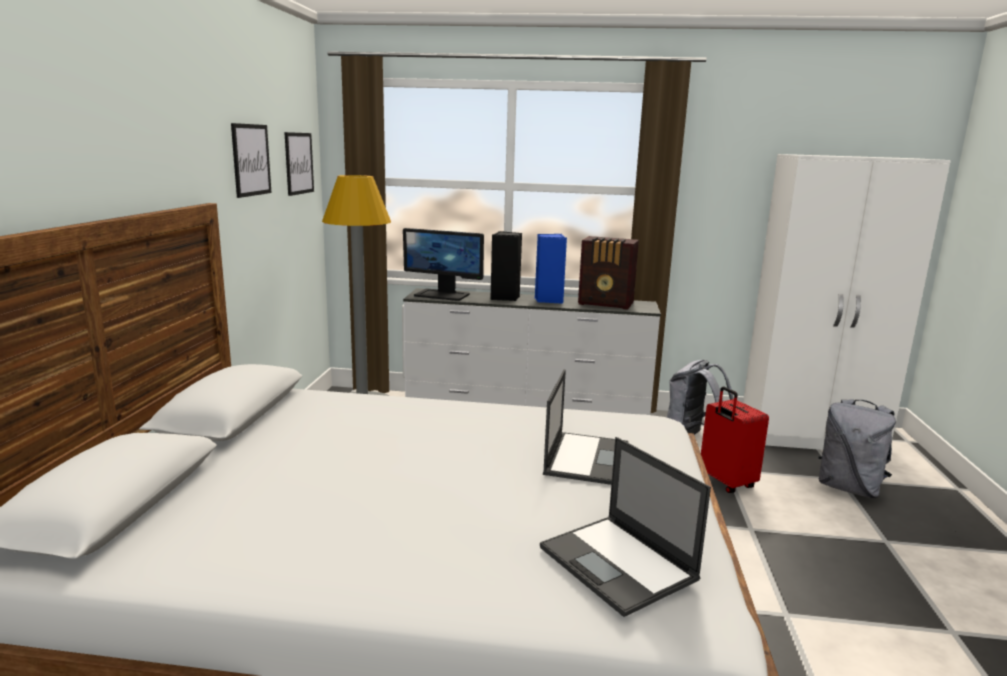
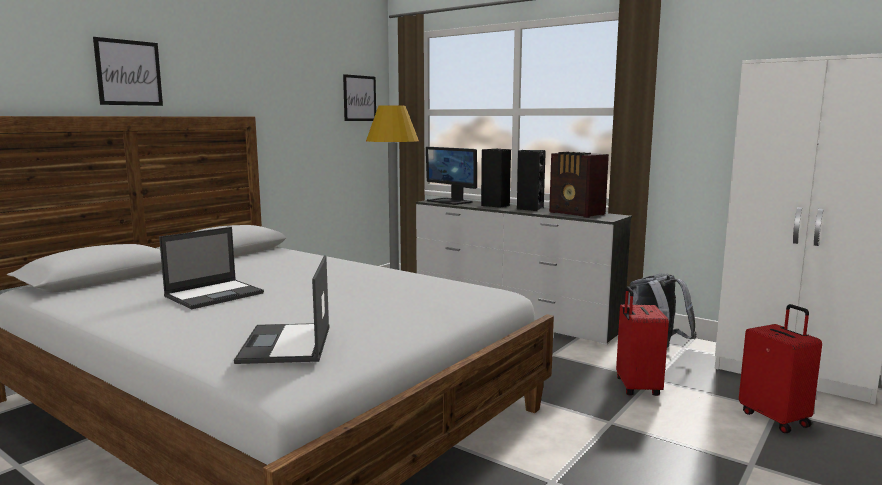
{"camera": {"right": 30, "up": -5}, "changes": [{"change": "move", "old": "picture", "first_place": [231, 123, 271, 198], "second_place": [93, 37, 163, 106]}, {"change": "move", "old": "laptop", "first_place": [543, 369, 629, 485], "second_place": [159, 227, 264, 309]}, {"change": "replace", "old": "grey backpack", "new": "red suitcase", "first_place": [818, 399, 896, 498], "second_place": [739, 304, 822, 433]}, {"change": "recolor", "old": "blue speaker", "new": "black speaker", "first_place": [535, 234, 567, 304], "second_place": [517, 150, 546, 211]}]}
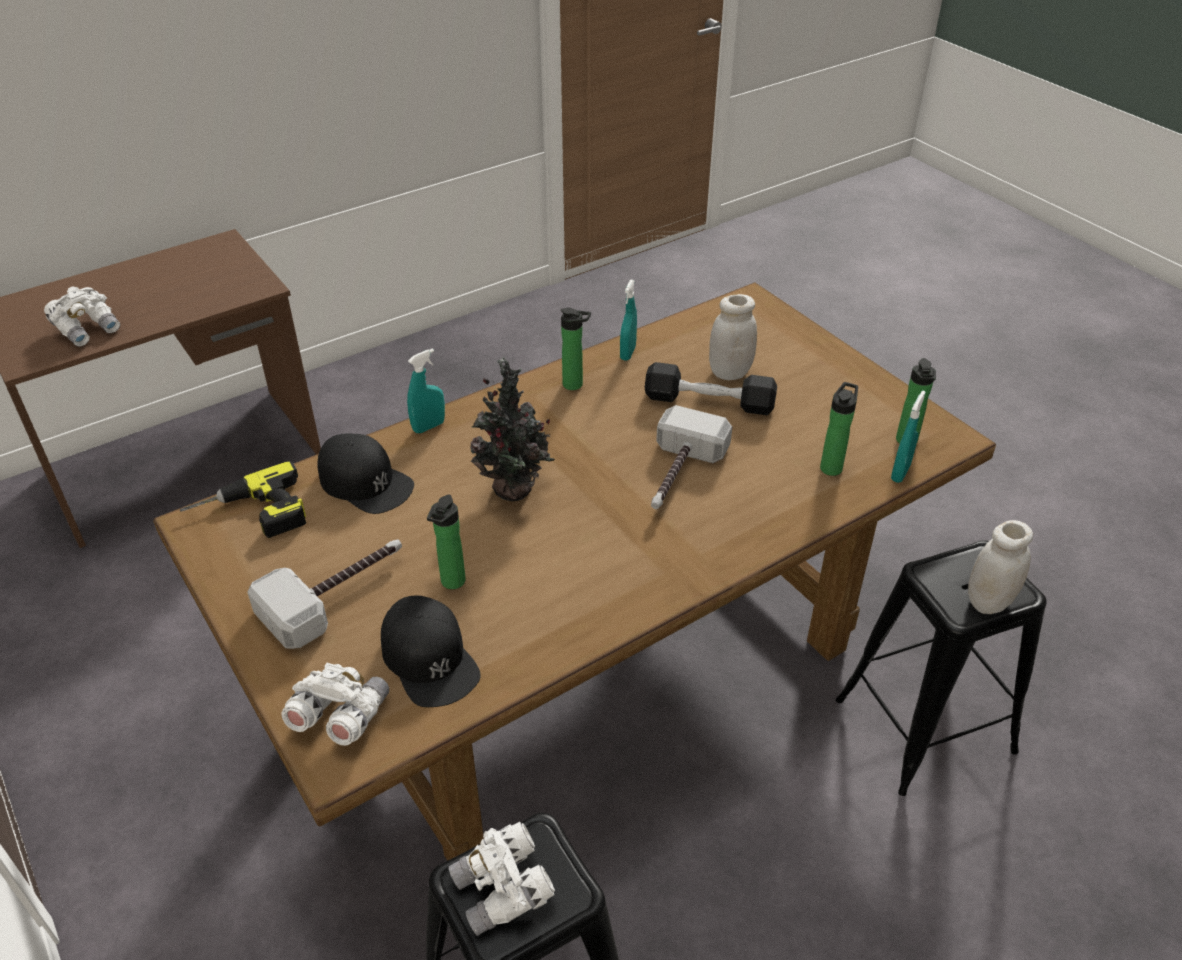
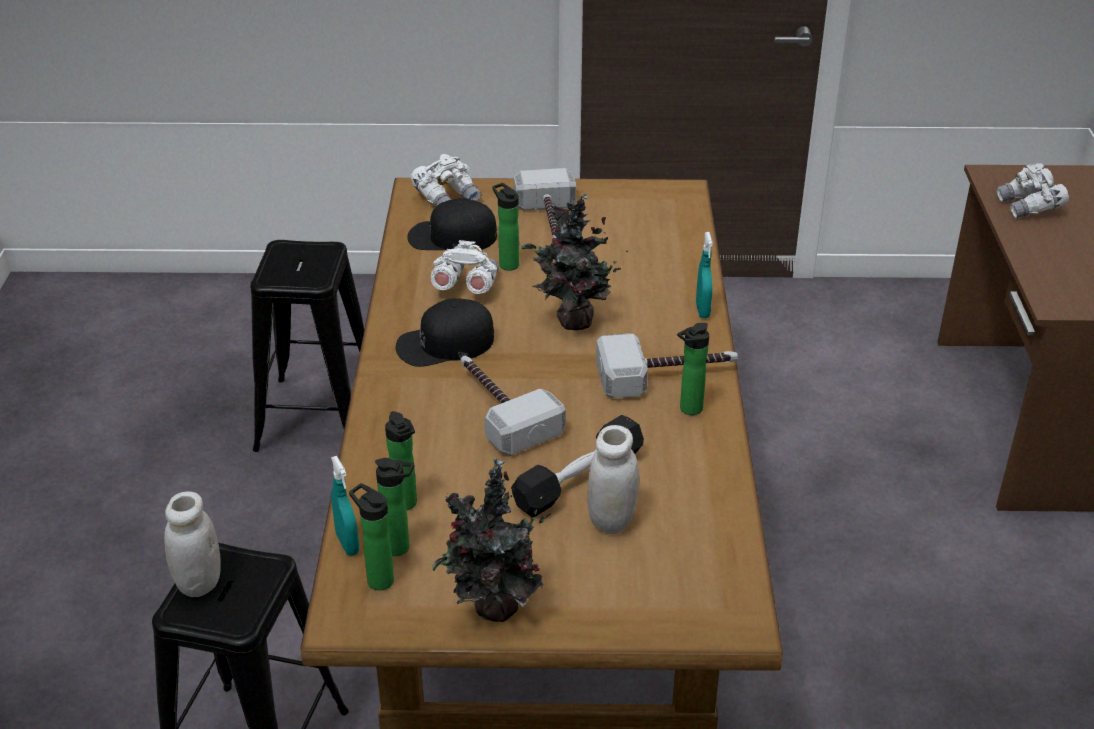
{"camera": {"right": 125, "up": -5}, "changes": [{"change": "delete", "old": "power drill", "first_place": [179, 462, 306, 538]}, {"change": "delete", "old": "turquoise spray bottle", "first_place": [620, 279, 637, 360]}, {"change": "insert", "new": "bottle", "second_place": [375, 458, 414, 556]}, {"change": "insert", "new": "potted plant", "second_place": [432, 458, 551, 622]}, {"change": "insert", "new": "hammer", "second_place": [596, 333, 738, 398]}, {"change": "move", "old": "black cap", "first_place": [317, 433, 414, 514], "second_place": [396, 298, 494, 367]}, {"change": "move", "old": "white binoculars", "first_place": [448, 822, 555, 936], "second_place": [431, 240, 498, 294]}]}
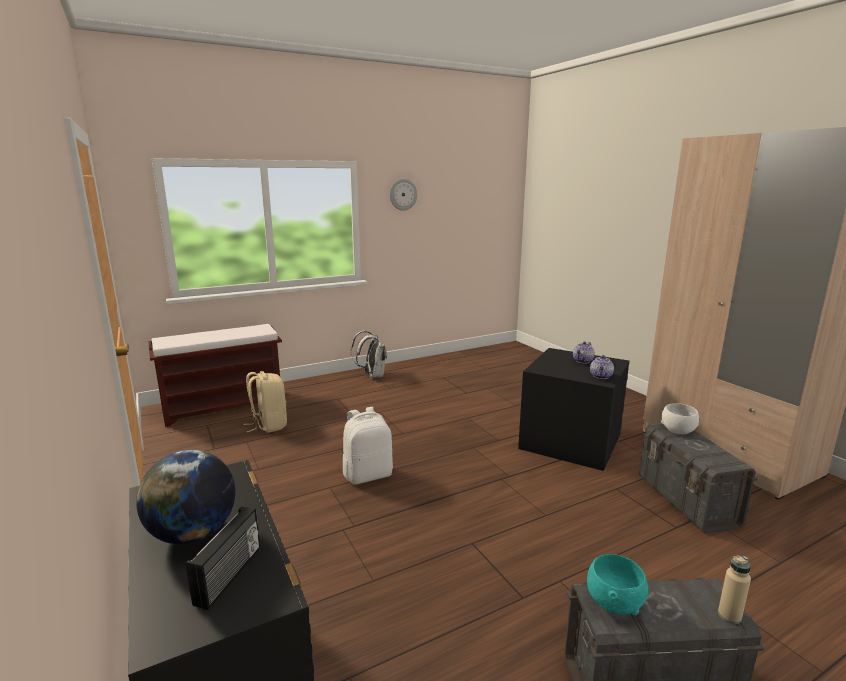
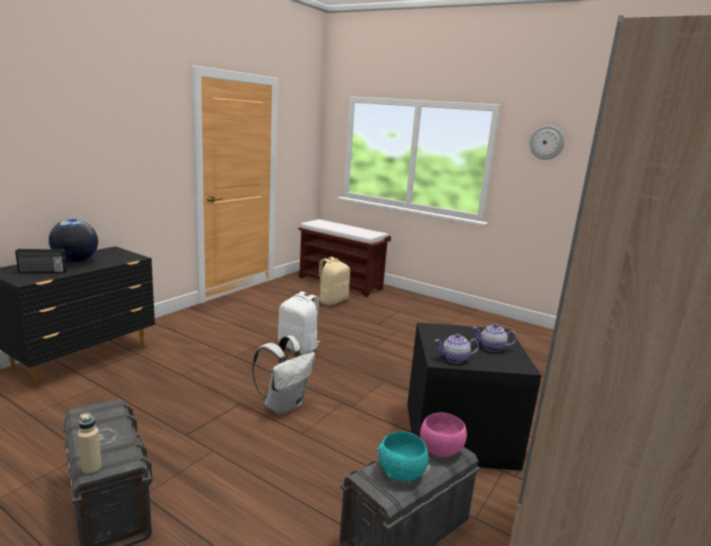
{"camera": {"right": 60, "up": 0}, "changes": [{"change": "move", "old": "white backpack", "first_place": [351, 331, 387, 378], "second_place": [252, 336, 315, 415]}, {"change": "move", "old": "turquoise bowl", "first_place": [587, 554, 648, 615], "second_place": [378, 431, 428, 482]}, {"change": "recolor", "old": "white bowl", "new": "pink bowl", "first_place": [661, 403, 699, 434], "second_place": [420, 412, 467, 457]}]}
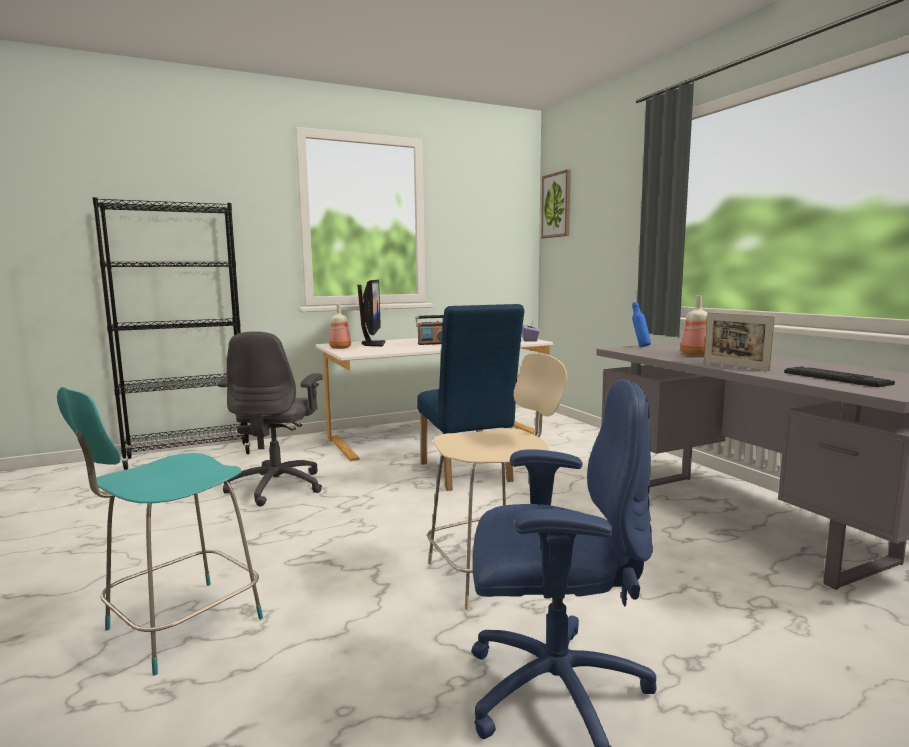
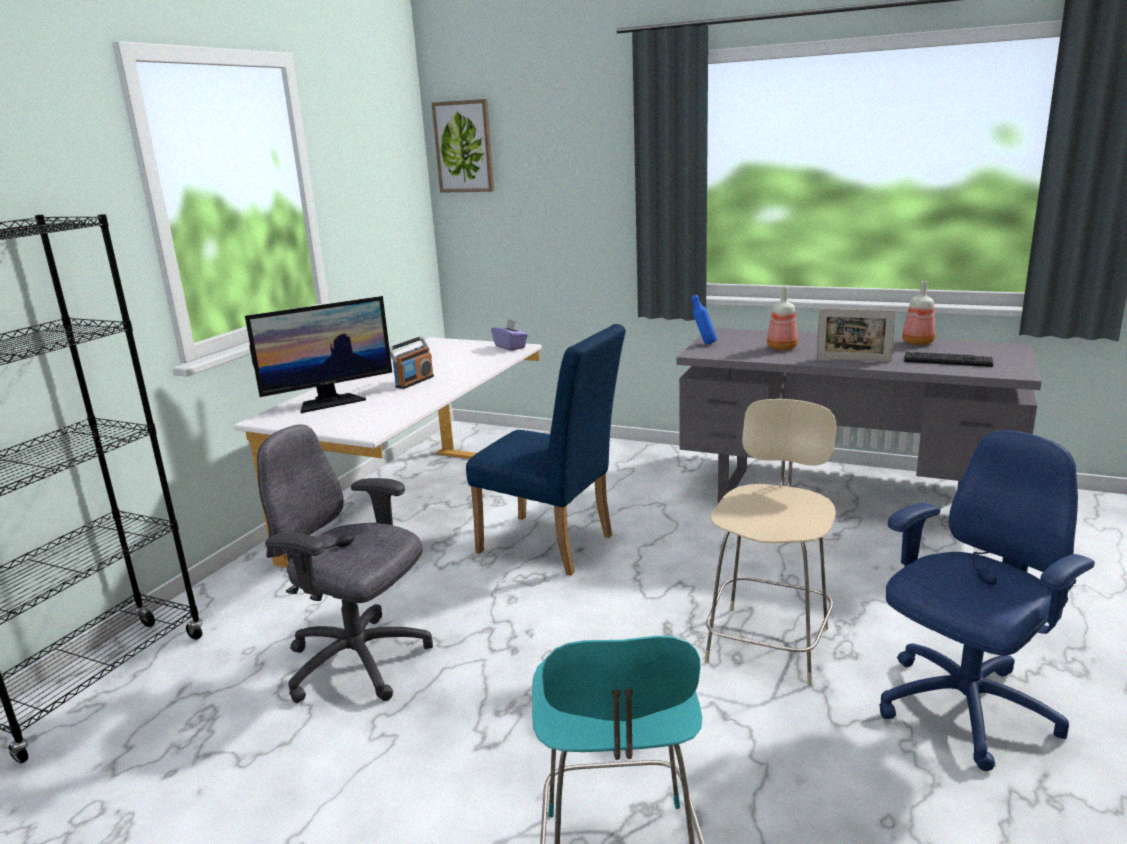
{"camera": {"right": -40, "up": 10}, "changes": [{"change": "move", "old": "bottle", "first_place": [329, 304, 351, 349], "second_place": [902, 281, 935, 345]}, {"change": "rotate", "old": "grey office chair", "first_place": [218, 331, 322, 507], "second_place": [257, 424, 433, 703], "degrees": 150}, {"change": "rotate", "old": "monitor", "first_place": [357, 280, 386, 346], "second_place": [245, 296, 392, 413], "degrees": 105}]}
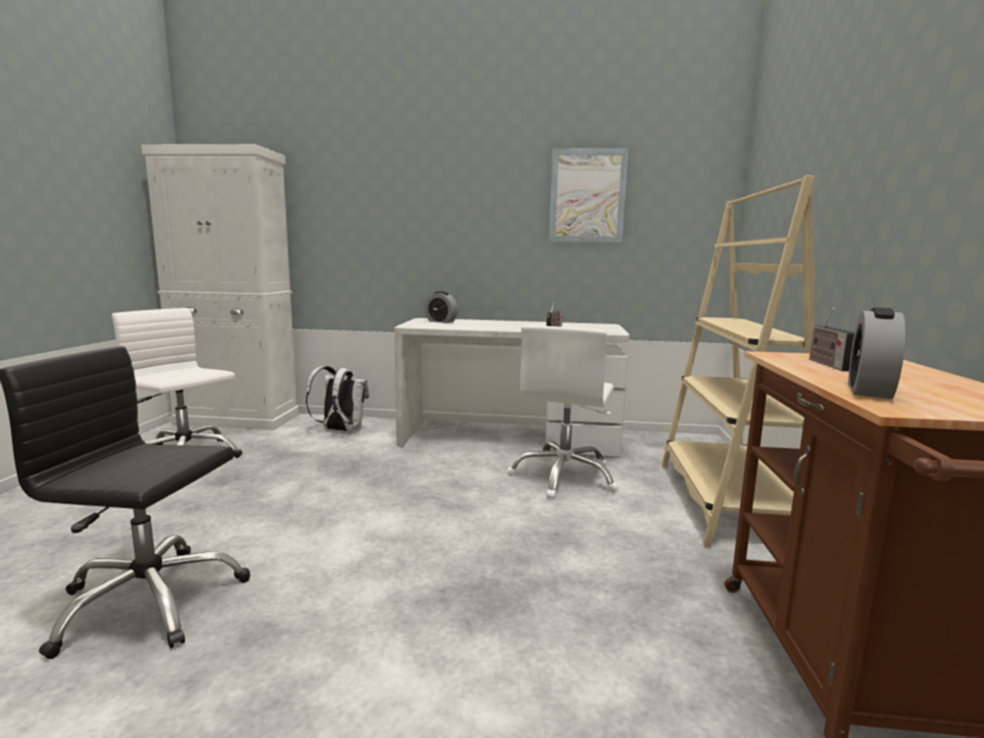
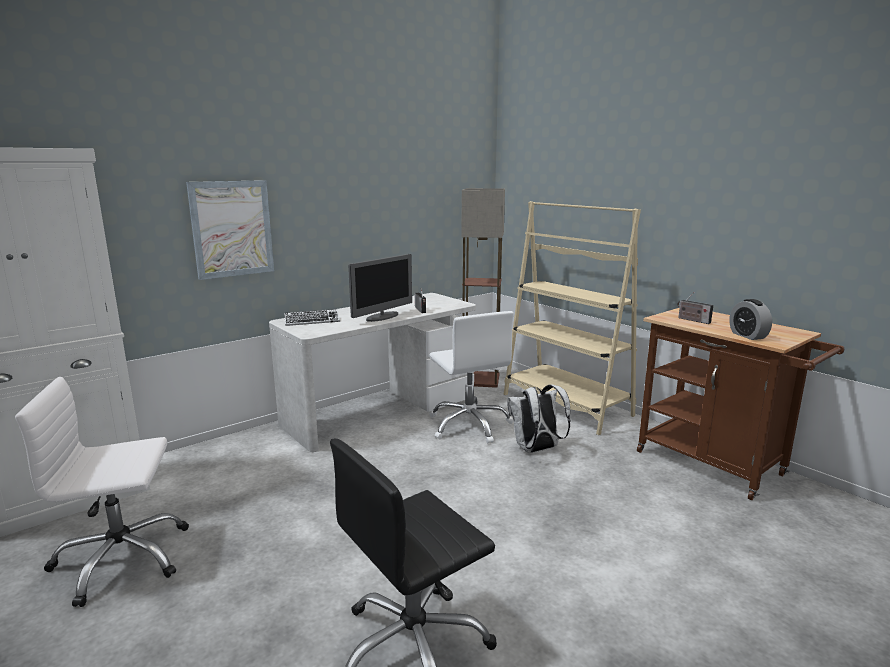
{"camera": {"right": -45, "up": 5}, "changes": [{"change": "insert", "new": "monitor", "second_place": [348, 254, 412, 322]}, {"change": "insert", "new": "floor lamp", "second_place": [461, 188, 505, 388]}, {"change": "move", "old": "white backpack", "first_place": [306, 366, 369, 431], "second_place": [507, 384, 571, 453]}, {"change": "move", "old": "picture", "first_place": [549, 149, 628, 242], "second_place": [186, 180, 274, 280]}, {"change": "replace", "old": "alarm clock", "new": "keyboard", "first_place": [425, 291, 458, 323], "second_place": [284, 309, 340, 326]}]}
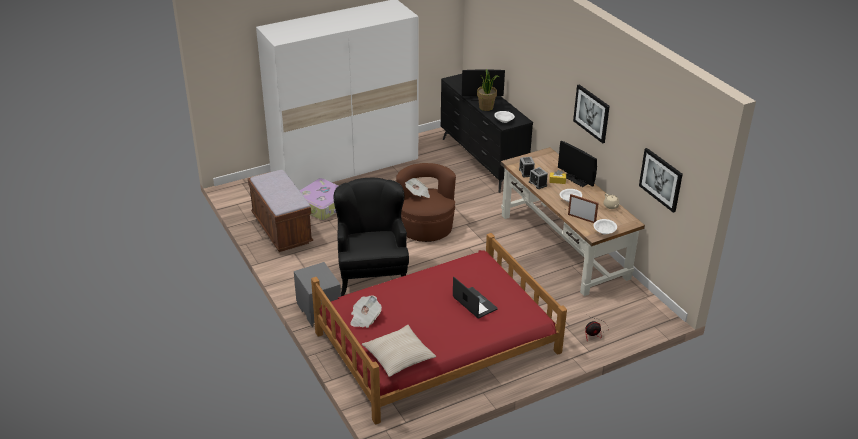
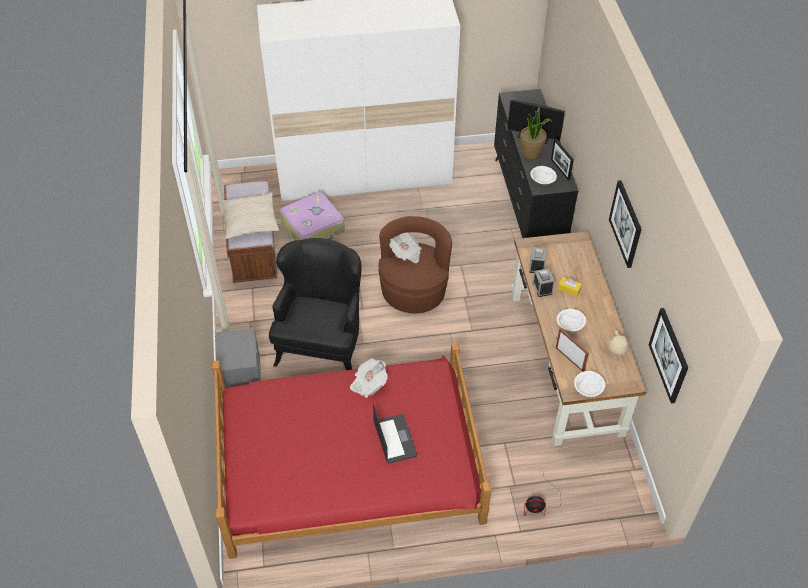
{"camera": {"right": 20, "up": 15}, "changes": [{"change": "delete", "old": "monitor", "first_place": [558, 141, 597, 187]}, {"change": "insert", "new": "picture frame", "second_place": [551, 139, 574, 180]}, {"change": "move", "old": "newspaper", "first_place": [350, 295, 382, 328], "second_place": [350, 358, 388, 398]}, {"change": "move", "old": "beige pillow", "first_place": [362, 325, 436, 377], "second_place": [220, 192, 279, 239]}]}
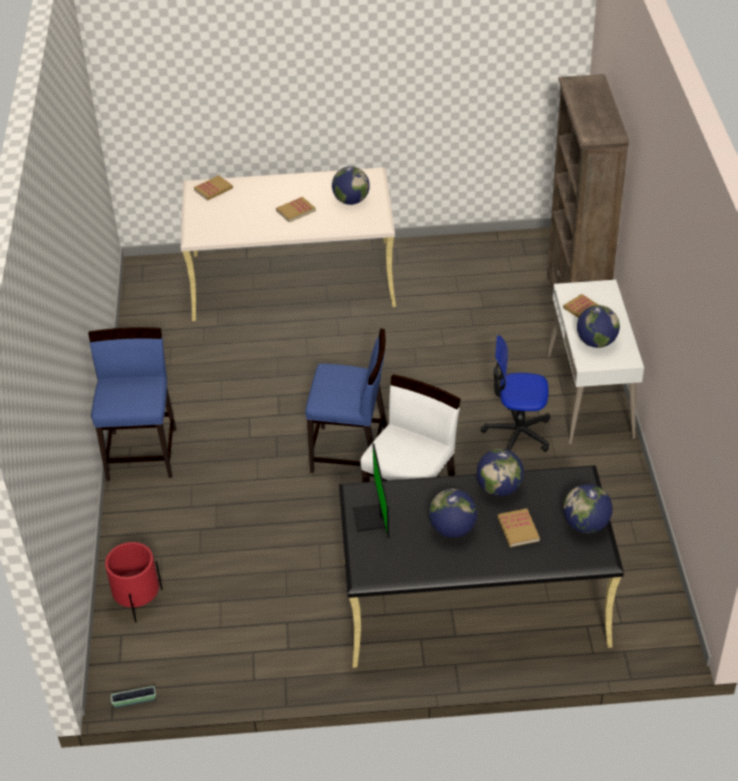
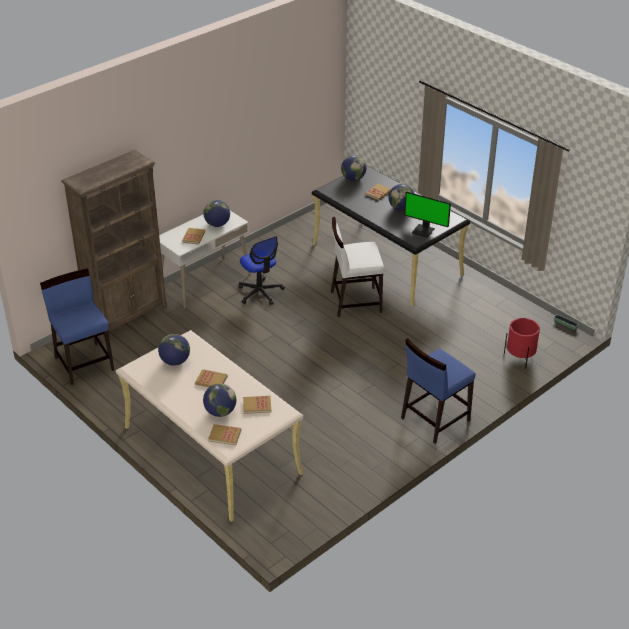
{"camera": {"right": -130, "up": -5}, "changes": [{"change": "insert", "new": "book", "second_place": [243, 396, 271, 414]}, {"change": "move", "old": "blue chair", "first_place": [305, 328, 387, 473], "second_place": [40, 269, 114, 385]}, {"change": "move", "old": "globe", "first_place": [476, 449, 524, 496], "second_place": [203, 383, 236, 417]}, {"change": "rotate", "old": "monitor", "first_place": [353, 443, 389, 538], "second_place": [404, 192, 451, 238], "degrees": 75}]}
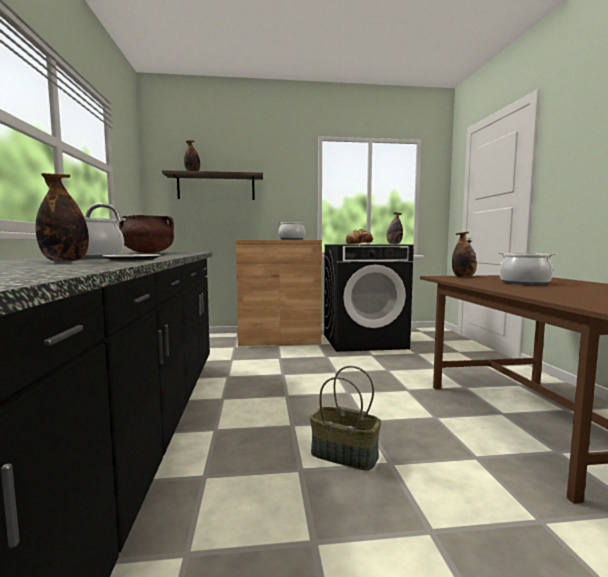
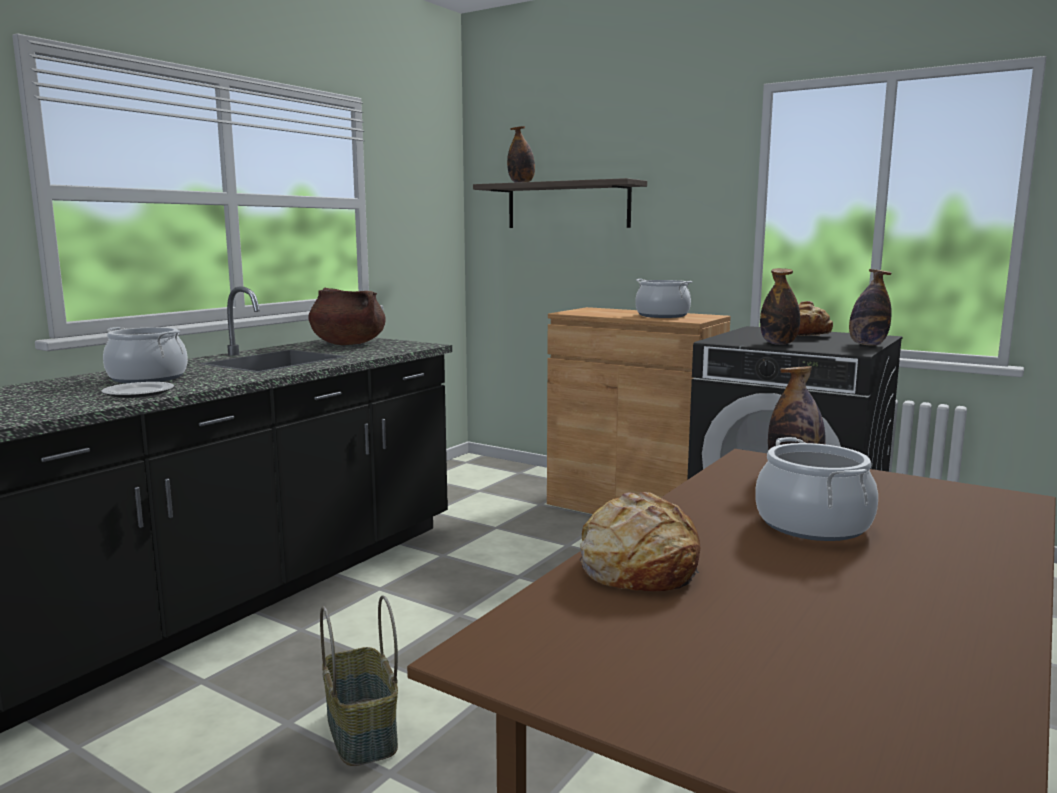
{"camera": {"right": 40, "up": 5}, "changes": [{"change": "insert", "new": "bread", "second_place": [580, 492, 701, 591]}, {"change": "move", "old": "bottle", "first_place": [36, 173, 89, 262], "second_place": [760, 268, 800, 345]}]}
